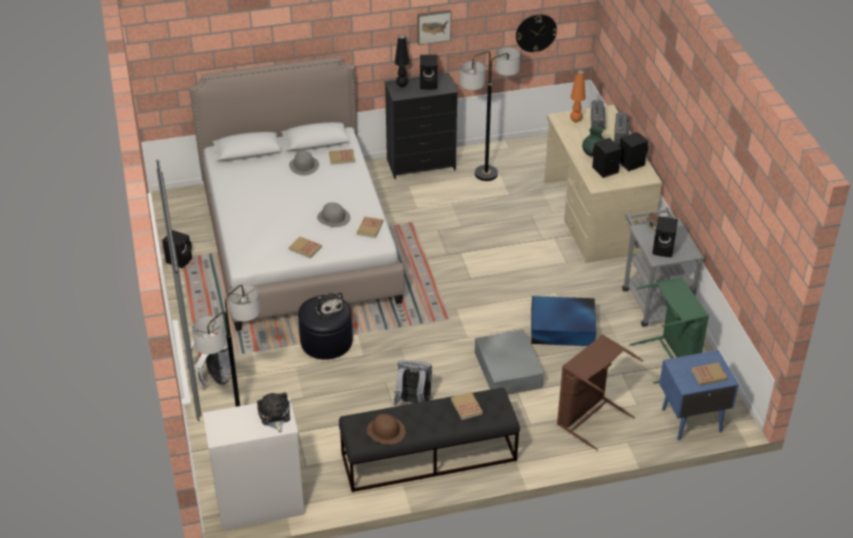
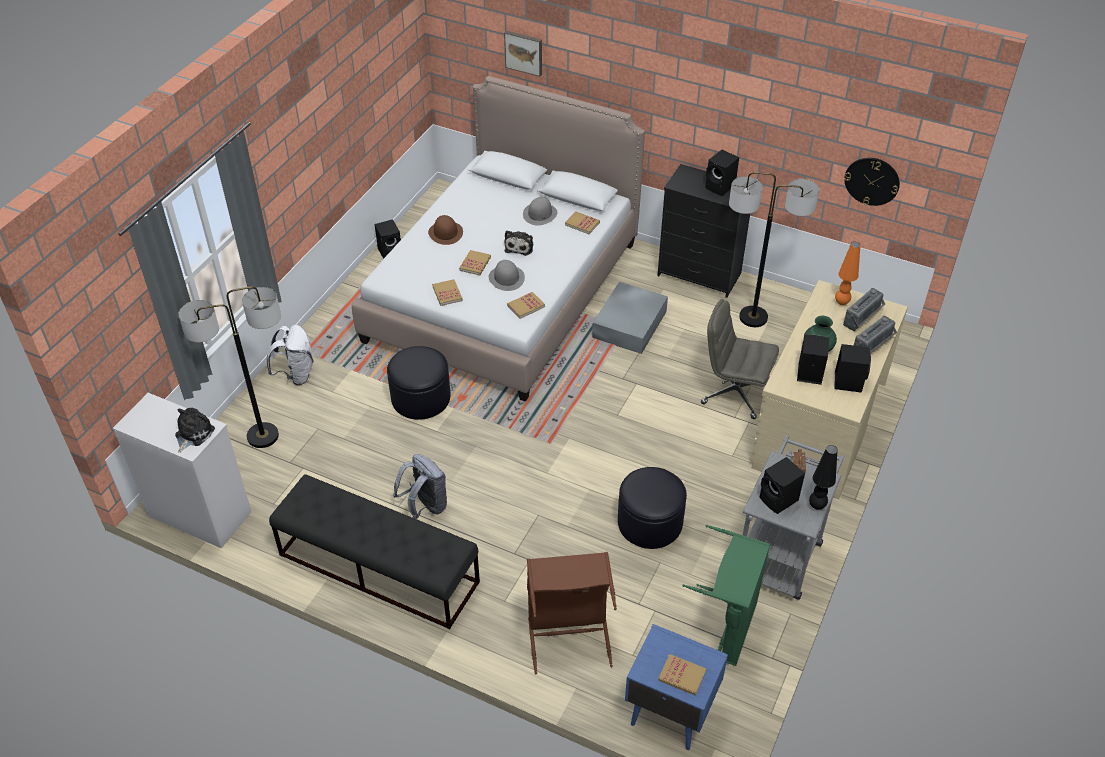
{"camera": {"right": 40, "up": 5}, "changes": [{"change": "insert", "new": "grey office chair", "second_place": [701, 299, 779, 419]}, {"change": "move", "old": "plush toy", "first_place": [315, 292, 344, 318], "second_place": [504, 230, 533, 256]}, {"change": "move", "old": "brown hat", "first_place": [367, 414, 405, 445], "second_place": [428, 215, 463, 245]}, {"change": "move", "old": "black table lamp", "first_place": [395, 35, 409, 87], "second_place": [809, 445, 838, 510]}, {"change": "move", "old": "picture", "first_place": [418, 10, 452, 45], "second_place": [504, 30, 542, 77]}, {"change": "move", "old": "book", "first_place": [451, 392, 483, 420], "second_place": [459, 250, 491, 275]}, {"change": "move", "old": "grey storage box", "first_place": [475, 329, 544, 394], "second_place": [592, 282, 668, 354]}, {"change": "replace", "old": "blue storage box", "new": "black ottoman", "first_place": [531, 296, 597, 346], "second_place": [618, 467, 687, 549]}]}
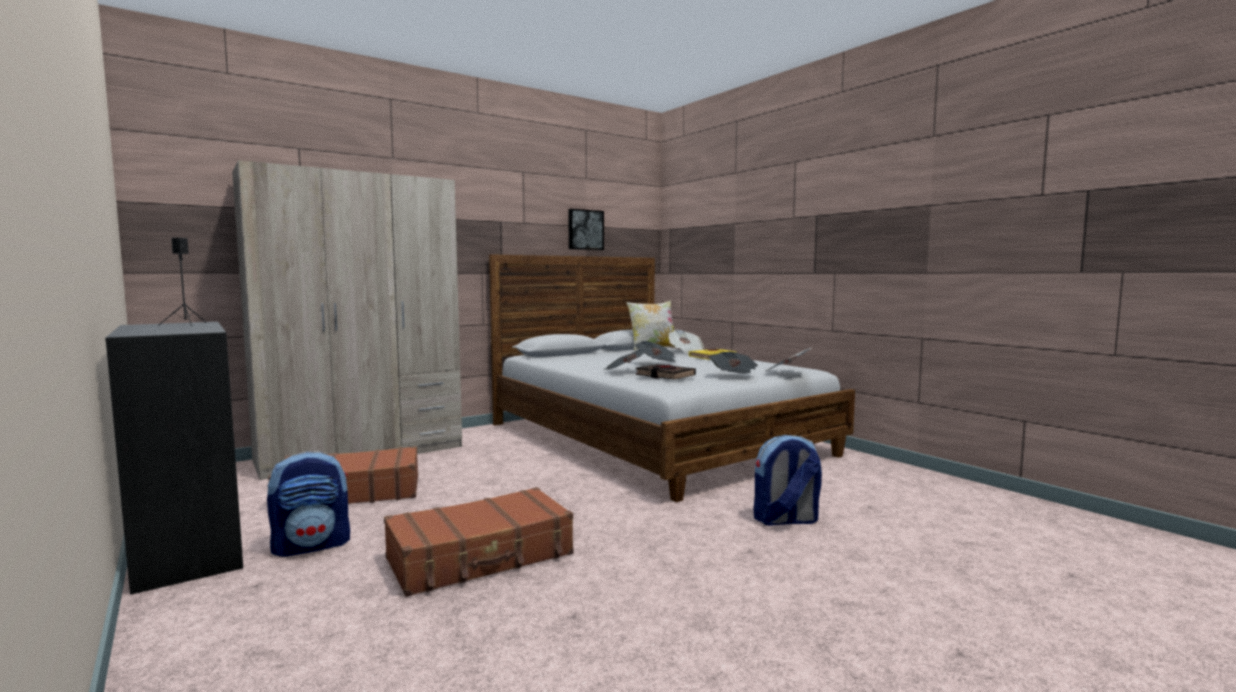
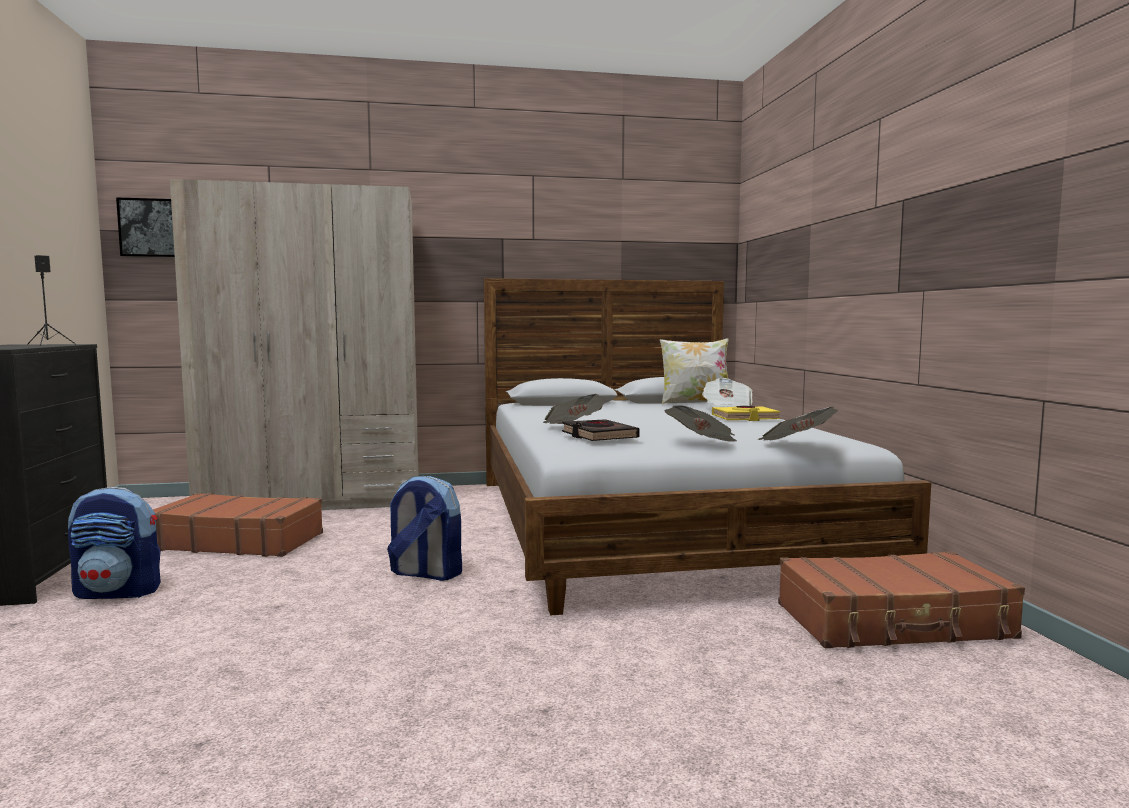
{"camera": {"right": 25, "up": 0}, "changes": [{"change": "delete", "old": "newspaper", "first_place": [635, 341, 676, 362]}, {"change": "move", "old": "brown suitcase", "first_place": [384, 487, 574, 597], "second_place": [778, 551, 1025, 648]}, {"change": "move", "old": "picture", "first_place": [568, 209, 604, 250], "second_place": [116, 197, 175, 257]}, {"change": "move", "old": "backpack", "first_place": [754, 435, 822, 526], "second_place": [387, 476, 462, 581]}]}
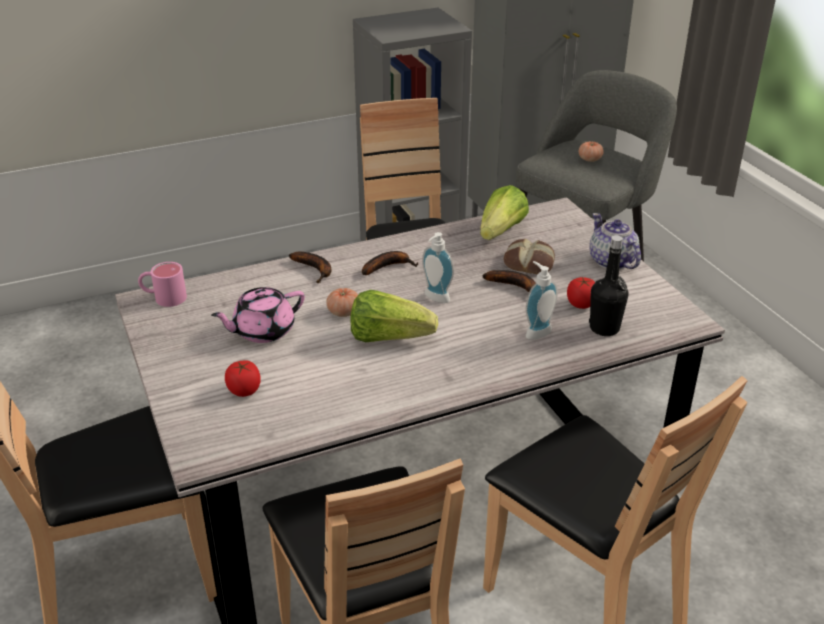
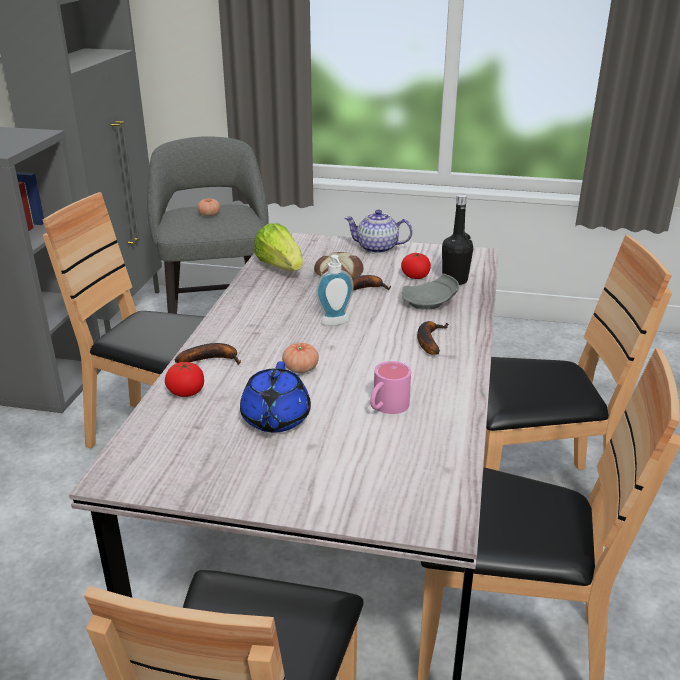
{"camera": {"right": -55, "up": -5}, "changes": [{"change": "delete", "old": "lettuce", "first_place": [350, 290, 438, 342]}, {"change": "move", "old": "pink mug", "first_place": [138, 262, 187, 307], "second_place": [370, 361, 411, 414]}, {"change": "move", "old": "tomato", "first_place": [225, 360, 261, 397], "second_place": [165, 362, 204, 397]}, {"change": "move", "old": "banana", "first_place": [362, 251, 418, 275], "second_place": [417, 321, 449, 355]}, {"change": "replace", "old": "soap dispenser", "new": "grey plate", "first_place": [525, 261, 558, 340], "second_place": [402, 274, 459, 310]}, {"change": "recolor", "old": "pink teapot", "new": "blue teapot", "first_place": [211, 287, 305, 343], "second_place": [240, 361, 311, 432]}]}
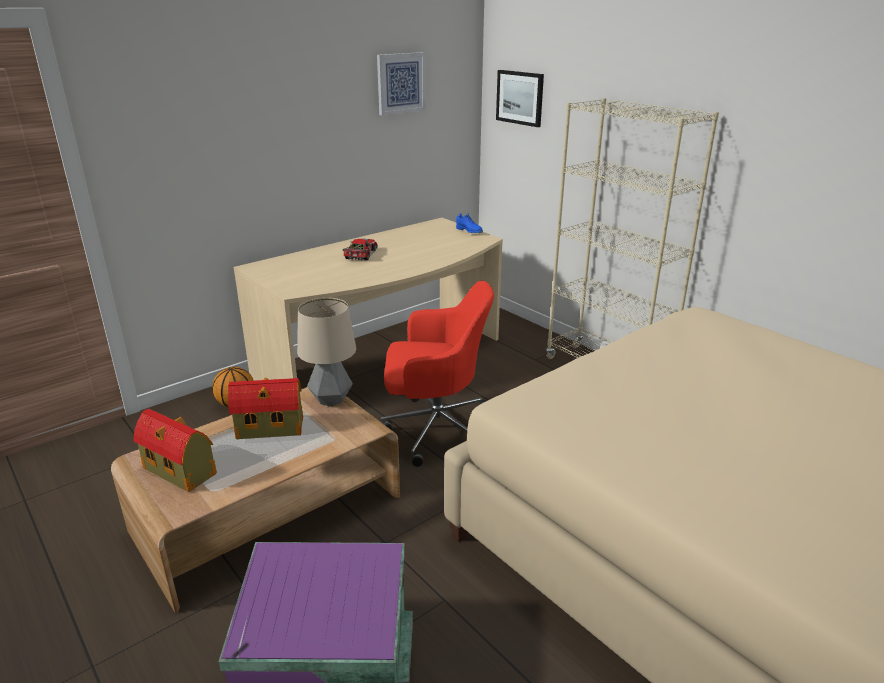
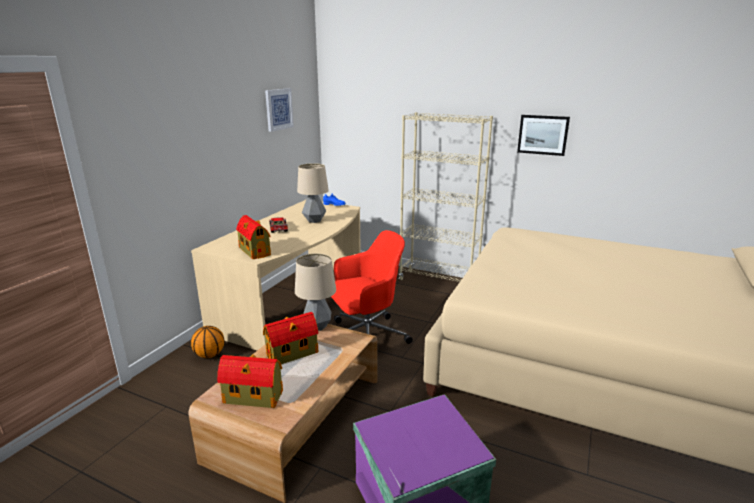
{"camera": {"right": -25, "up": -5}, "changes": [{"change": "insert", "new": "toy house", "second_place": [236, 215, 271, 259]}, {"change": "insert", "new": "table lamp", "second_place": [297, 163, 329, 223]}, {"change": "move", "old": "picture", "first_place": [496, 70, 544, 127], "second_place": [517, 115, 570, 156]}]}
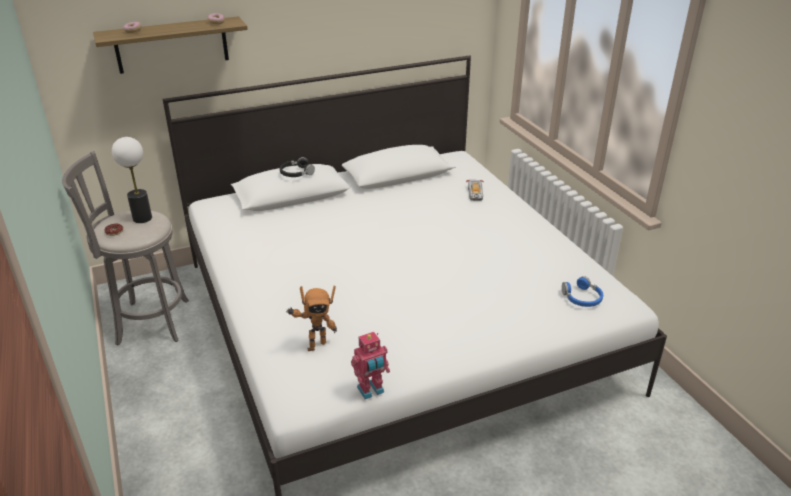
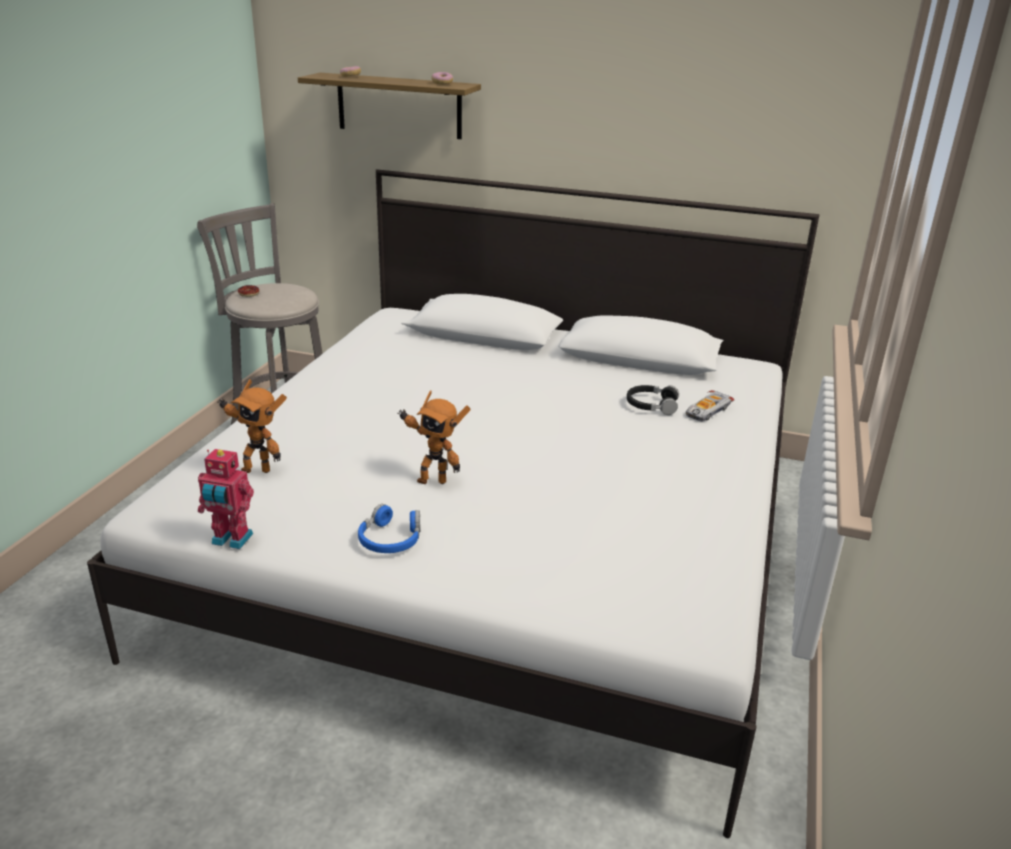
{"camera": {"right": 40, "up": -5}, "changes": [{"change": "delete", "old": "table lamp", "first_place": [112, 137, 152, 223]}, {"change": "insert", "new": "toy robot", "second_place": [397, 390, 471, 484]}, {"change": "move", "old": "black headphones", "first_place": [280, 157, 315, 177], "second_place": [627, 385, 679, 415]}, {"change": "move", "old": "blue headphones", "first_place": [562, 276, 603, 307], "second_place": [358, 504, 421, 553]}]}
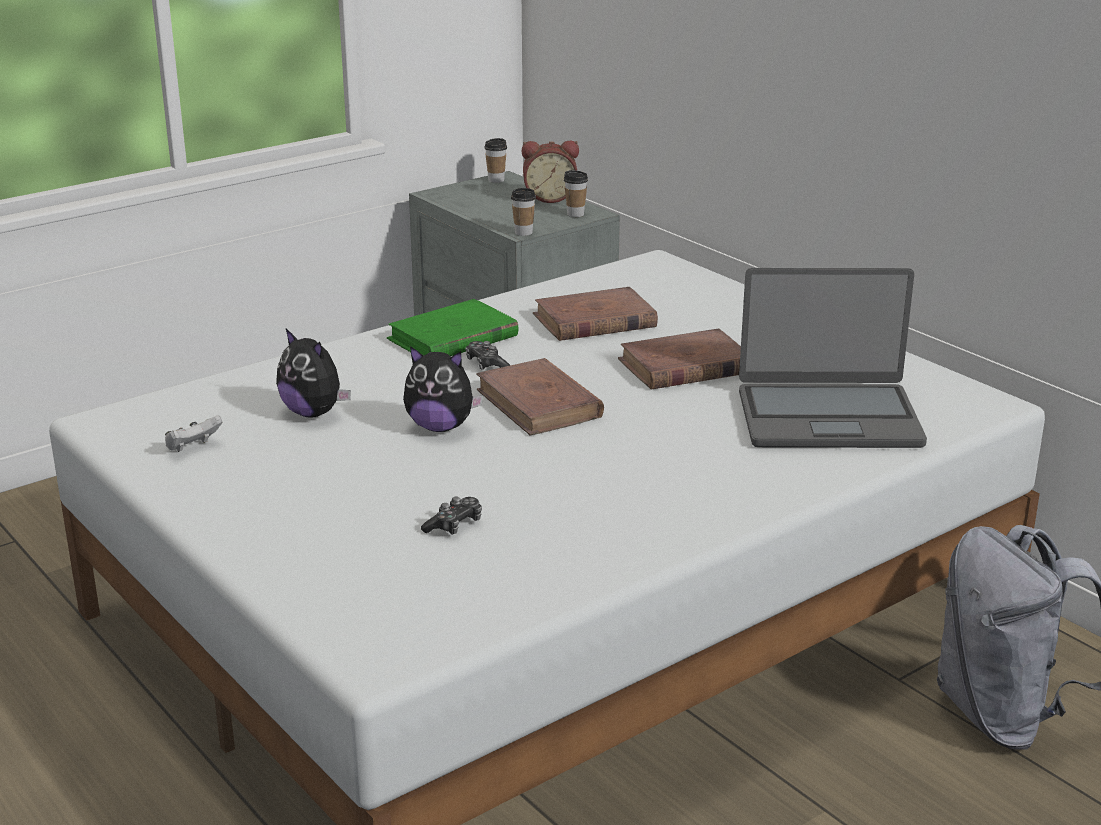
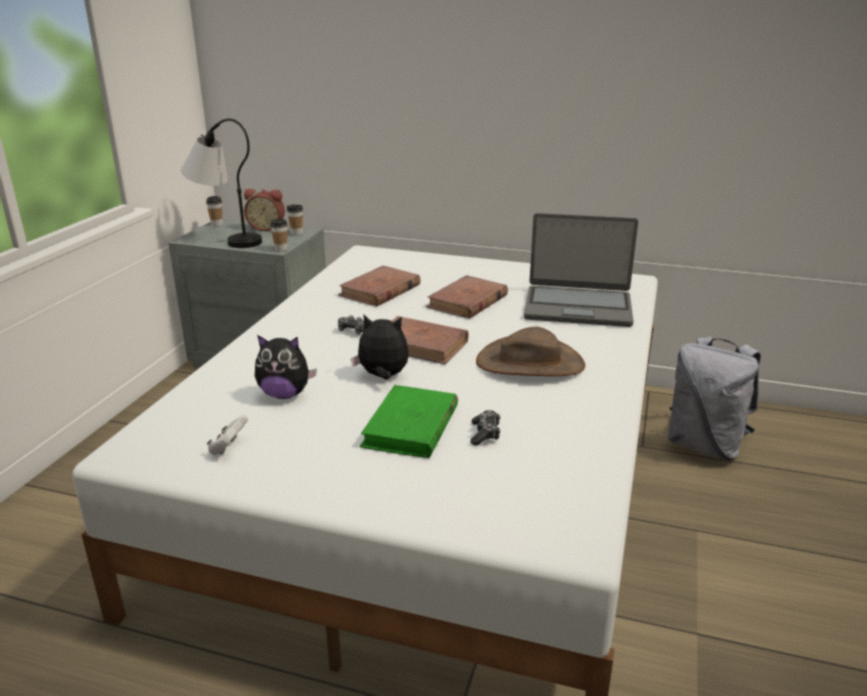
{"camera": {"right": -35, "up": 0}, "changes": [{"change": "insert", "new": "table lamp", "second_place": [181, 118, 262, 248]}, {"change": "insert", "new": "brown hat", "second_place": [476, 327, 585, 376]}, {"change": "move", "old": "green book", "first_place": [387, 299, 519, 356], "second_place": [360, 385, 458, 458]}, {"change": "rotate", "old": "plush toy", "first_place": [403, 346, 483, 432], "second_place": [351, 315, 409, 380], "degrees": -150}, {"change": "rotate", "old": "alarm clock", "first_place": [522, 141, 579, 203], "second_place": [244, 189, 285, 231], "degrees": 45}, {"change": "rotate", "old": "laptop", "first_place": [739, 268, 927, 448], "second_place": [524, 213, 638, 327], "degrees": 45}]}
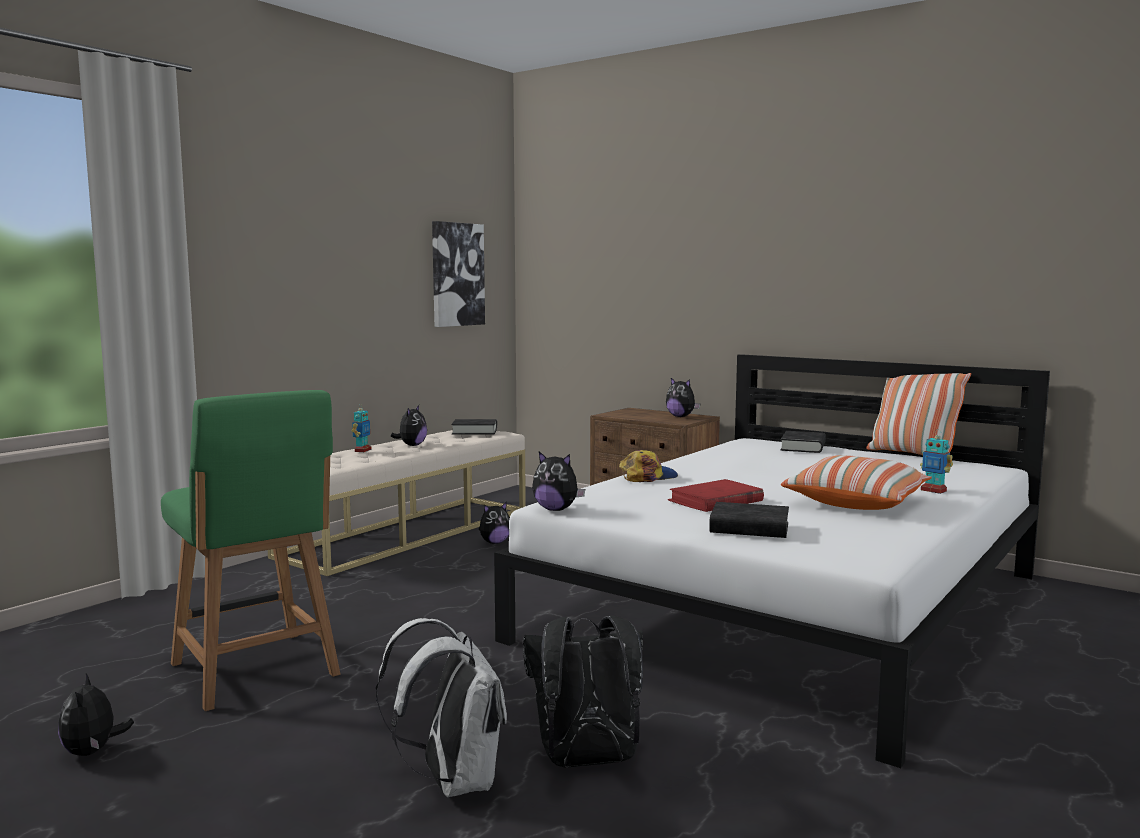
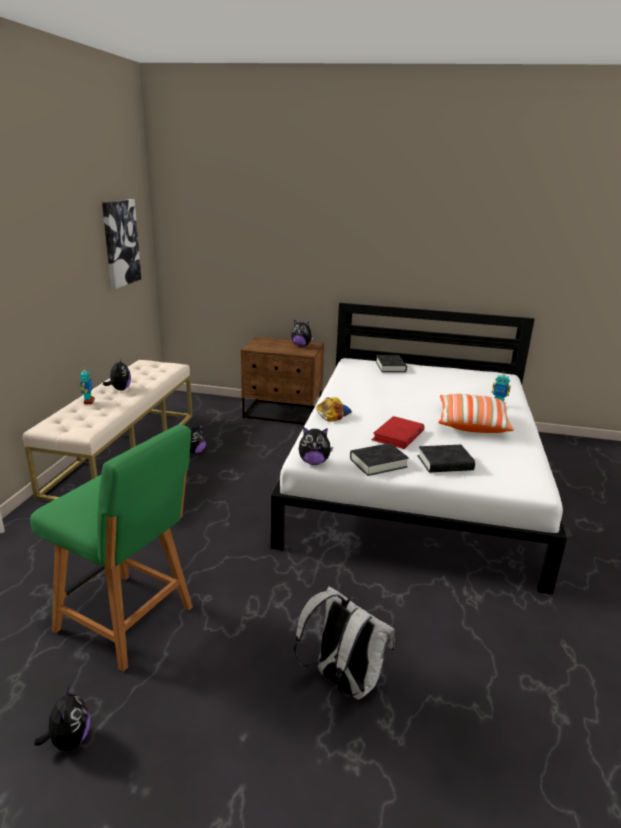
{"camera": {"right": -25, "up": 15}, "changes": [{"change": "delete", "old": "black backpack", "first_place": [523, 615, 643, 768]}, {"change": "delete", "old": "pillow", "first_place": [866, 373, 971, 455]}, {"change": "move", "old": "black book", "first_place": [451, 419, 497, 434], "second_place": [350, 443, 409, 476]}, {"change": "rotate", "old": "plush toy", "first_place": [58, 674, 134, 756], "second_place": [34, 684, 90, 751], "degrees": -150}]}
